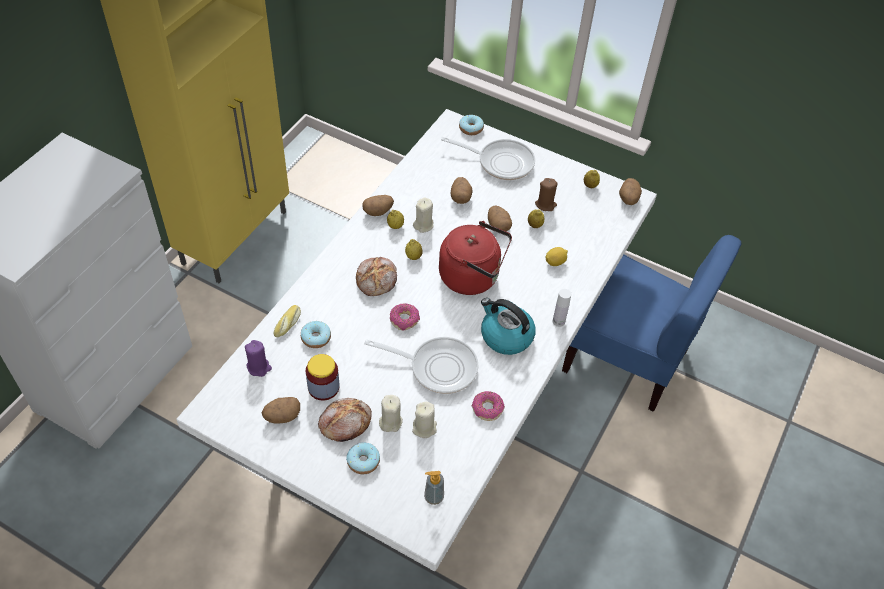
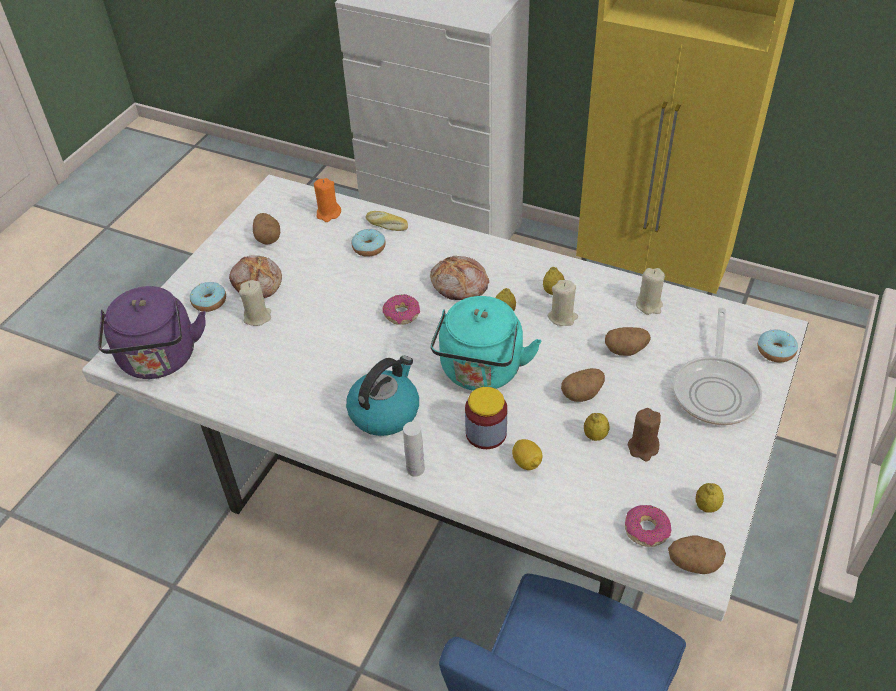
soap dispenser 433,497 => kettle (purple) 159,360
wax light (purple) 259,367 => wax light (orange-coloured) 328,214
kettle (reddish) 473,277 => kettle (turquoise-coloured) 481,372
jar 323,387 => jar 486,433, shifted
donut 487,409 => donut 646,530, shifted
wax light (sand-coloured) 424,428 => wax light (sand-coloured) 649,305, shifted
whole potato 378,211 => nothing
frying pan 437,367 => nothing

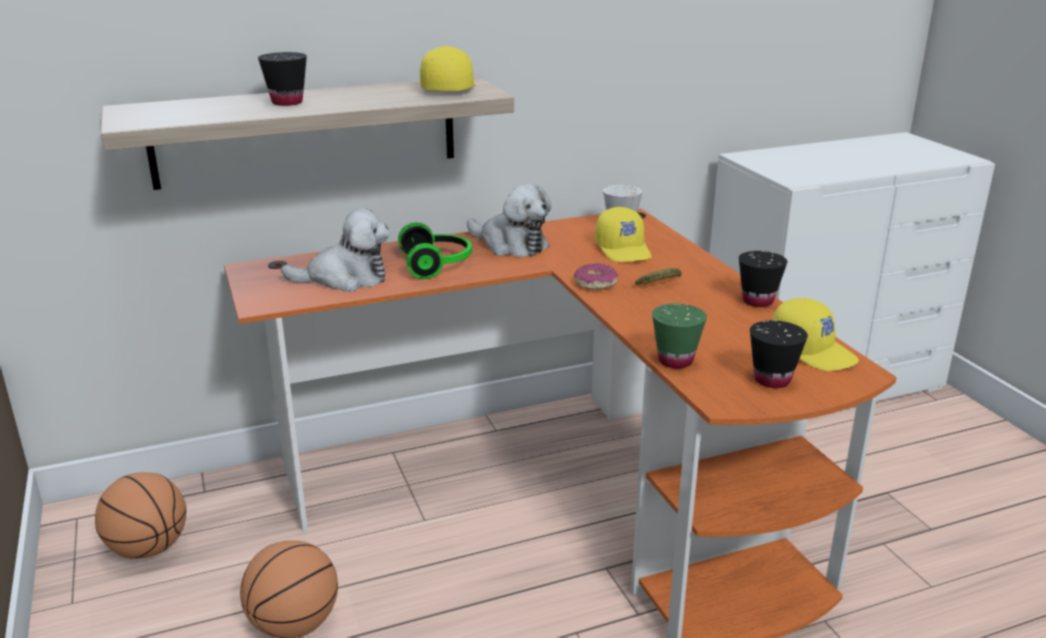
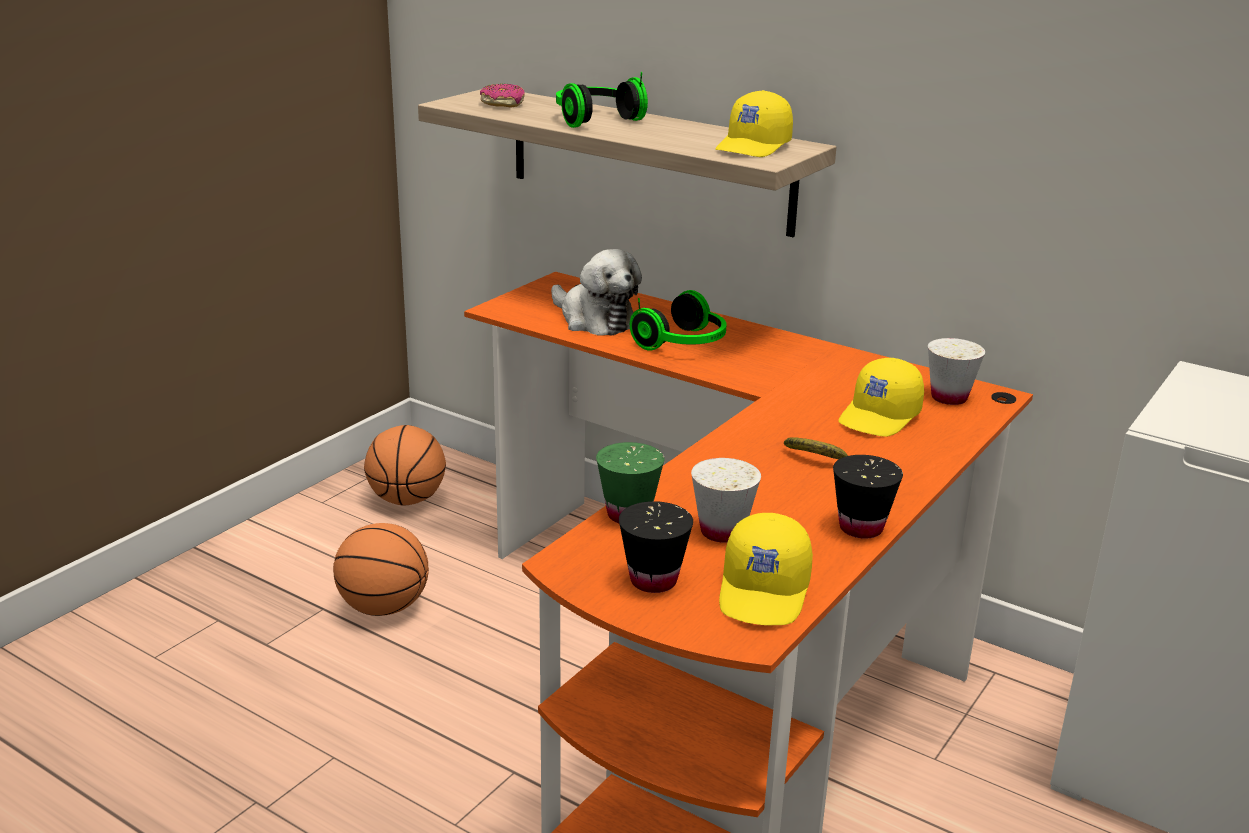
donut 595,284 => donut 503,104, shifted
drinking cup (black-coloured) 287,102 => headset 594,119
nothing => drinking cup (white) 722,532
peaked cap (yellow-coloured) 448,88 => peaked cap (yellow-coloured) 754,147, 150 degrees clockwise
soft toy 510,245 => nothing

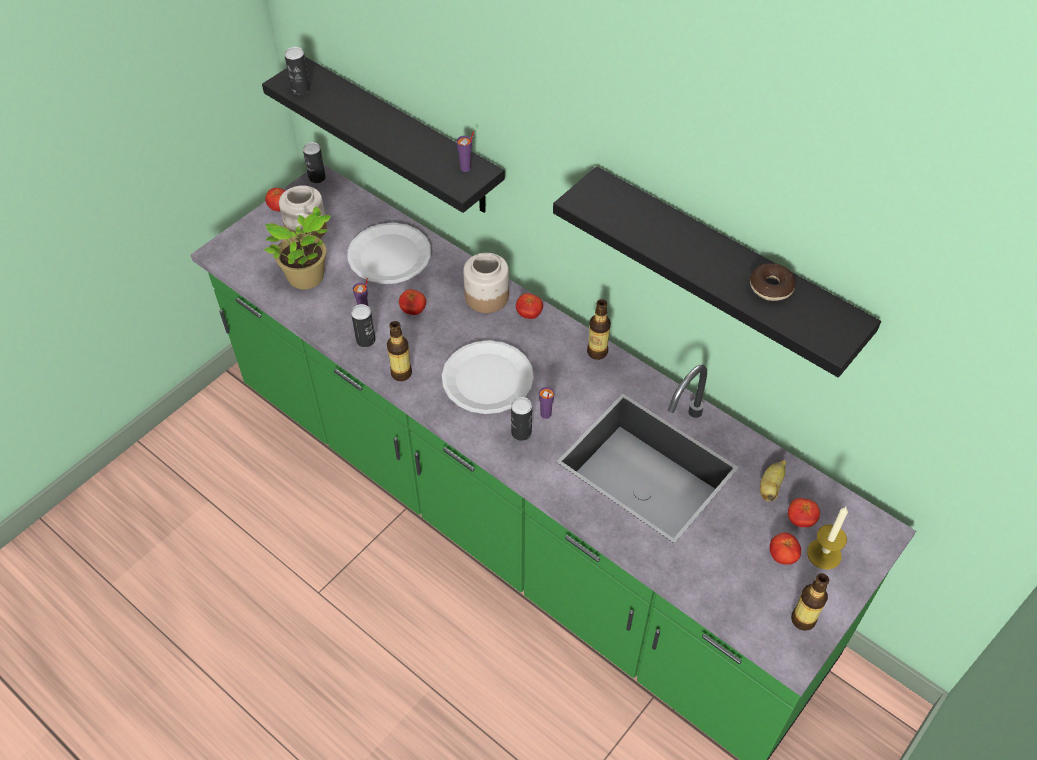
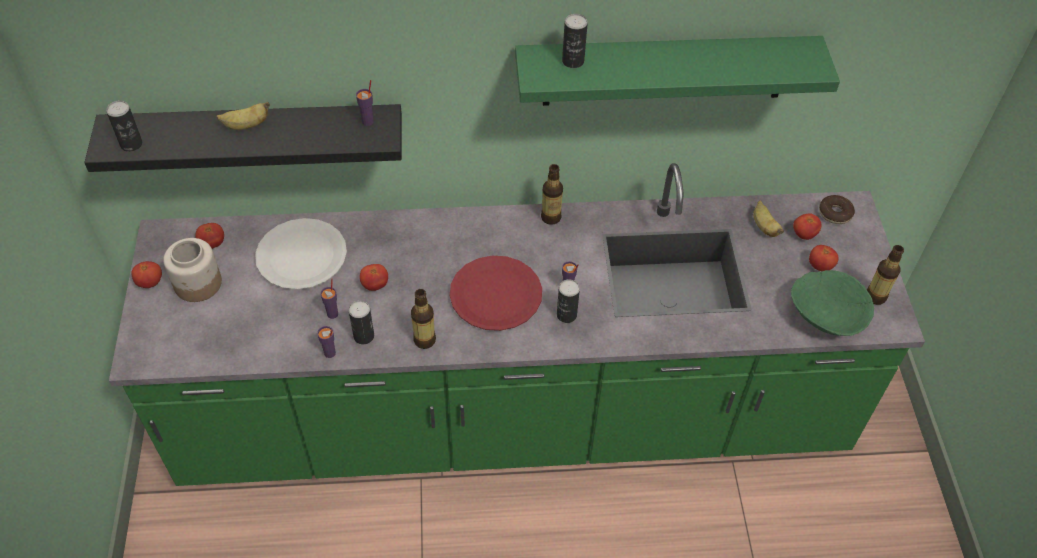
fresh tomato 529,314 => fresh tomato 212,244, shifted
nothing => whole banana 246,125
nothing => drinking cup (purple) 330,353
plate (white) 488,379 => plate (reddish) 496,294
wall shelf (black-coloured) 724,268 => wall shelf (greenish) 665,70
metal can 317,178 => metal can 573,61, shifted
nothing => bowl (greenish) 825,316
donut 771,287 => donut 835,213, shifted
plant in a pot 307,278 => nothing
jar 486,297 => nothing
wax light 824,554 => nothing

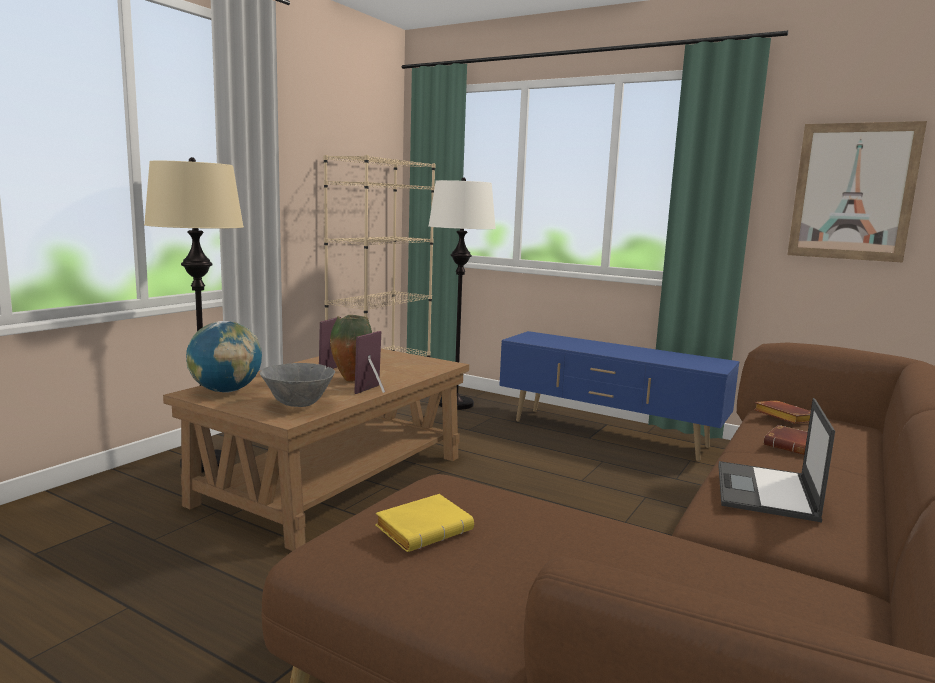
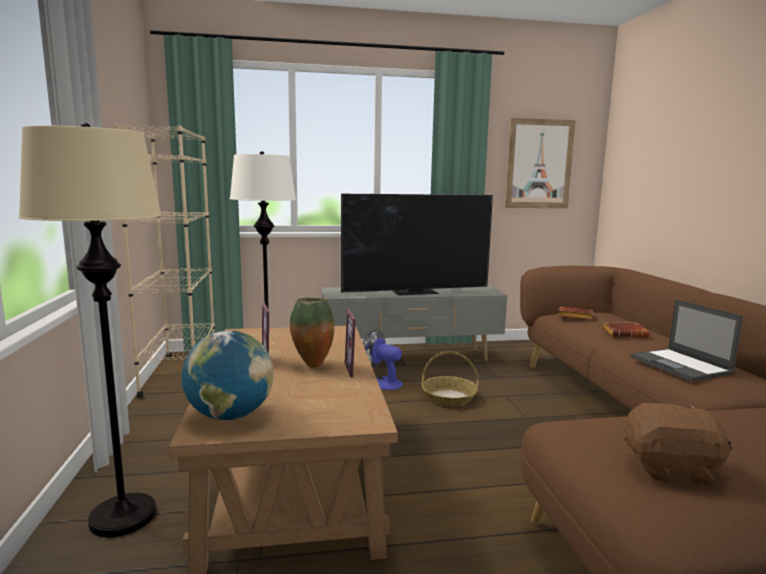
tv stand (bluish) 608,434 => tv stand (greyish) 411,358
nothing => television 416,292
nothing => cooling fan 382,382
nothing => basket 449,397
volume (yellow-coloured) 425,529 => soft toy (brown) 670,469
bowl (greyish) 298,405 => nothing

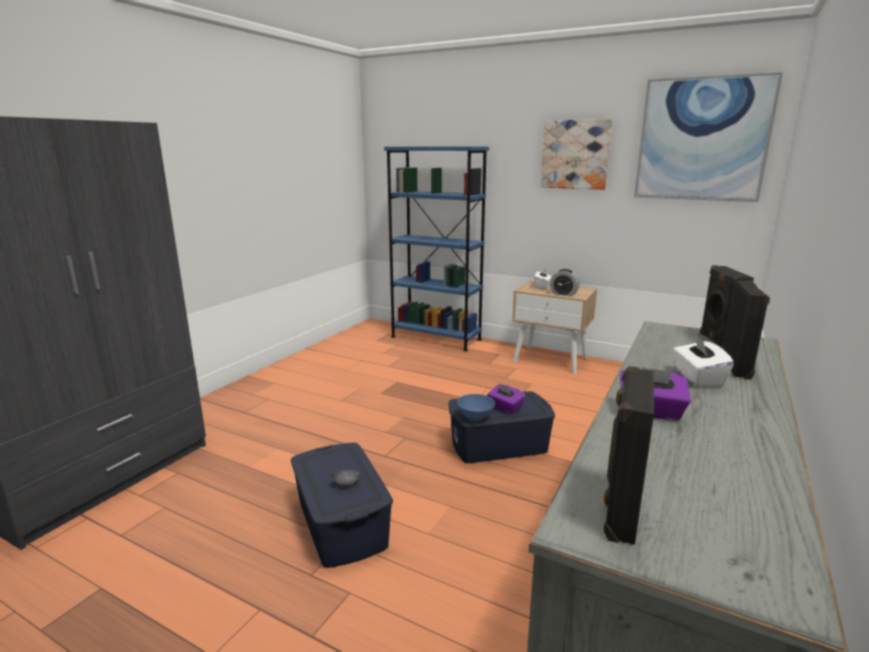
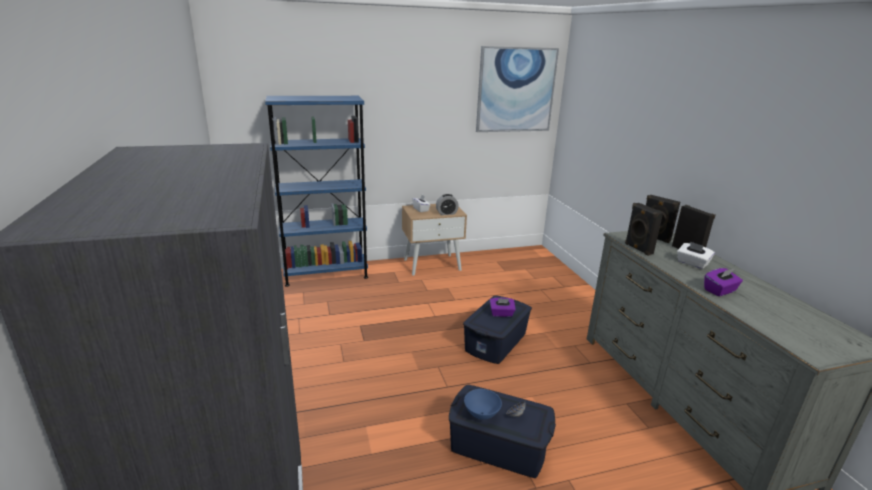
bowl (bluish) 475,418 => bowl (bluish) 481,415, shifted
loudspeaker (black-coloured) 619,510 => loudspeaker (black-coloured) 638,249, shifted
picture 575,154 => nothing

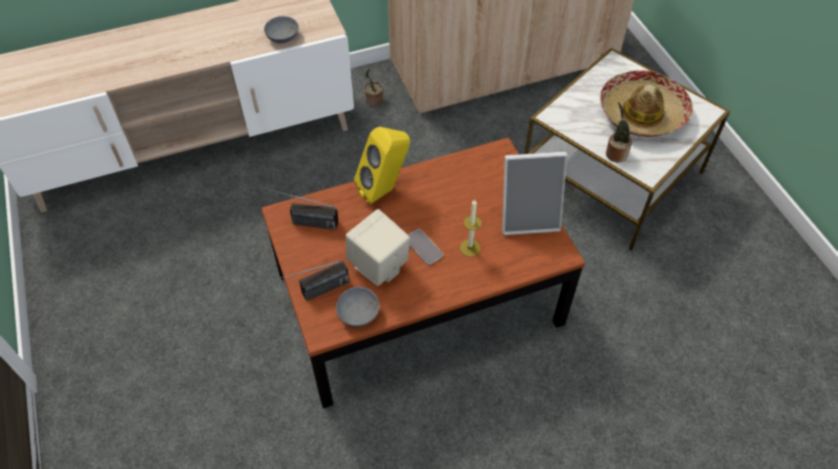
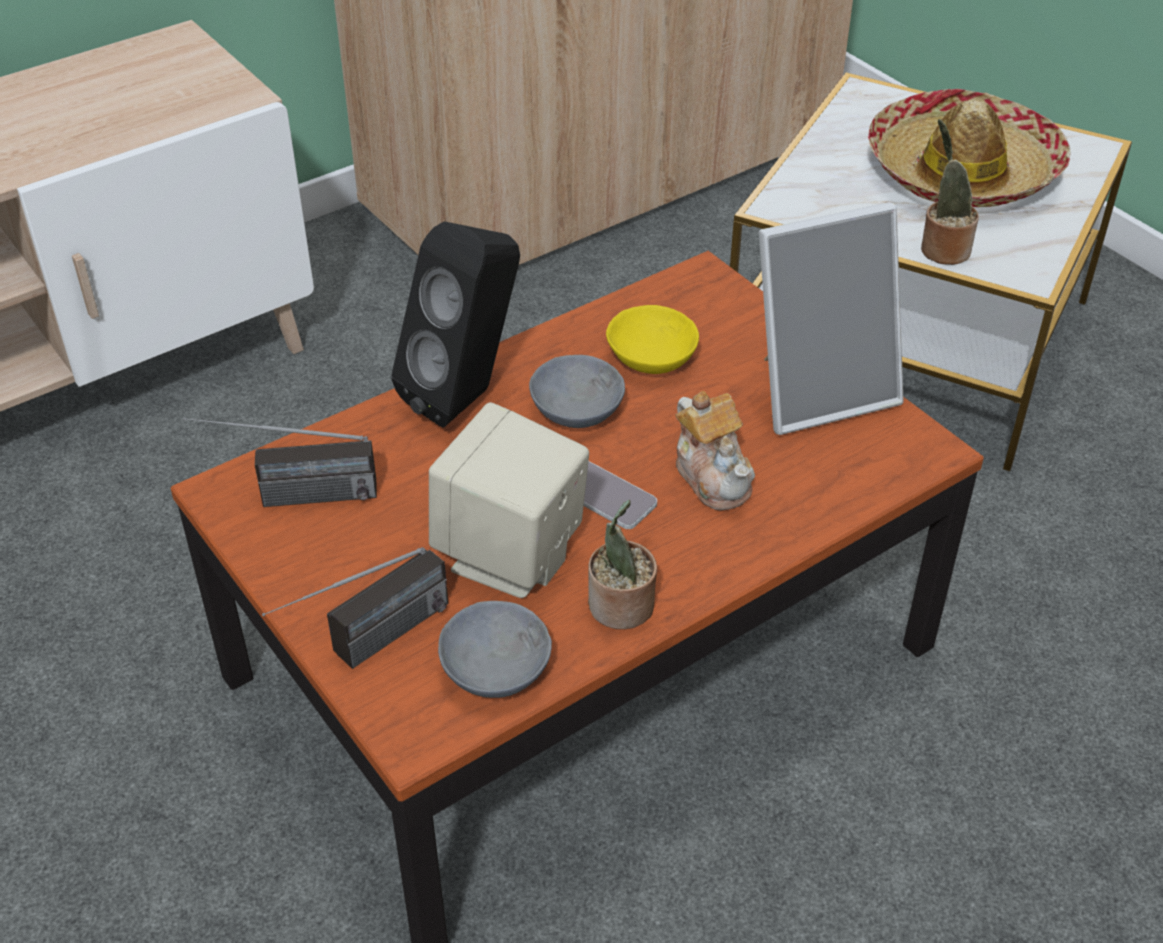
loudspeaker (yellow-coloured) 385,190 => loudspeaker (black-coloured) 467,396
bowl (greyish) 281,36 => bowl (greyish) 573,409, shifted
plant in a pot 373,100 => plant in a pot 621,608, shifted
nothing => bowl (yellow-coloured) 648,357
wax light 470,248 => teapot 713,476

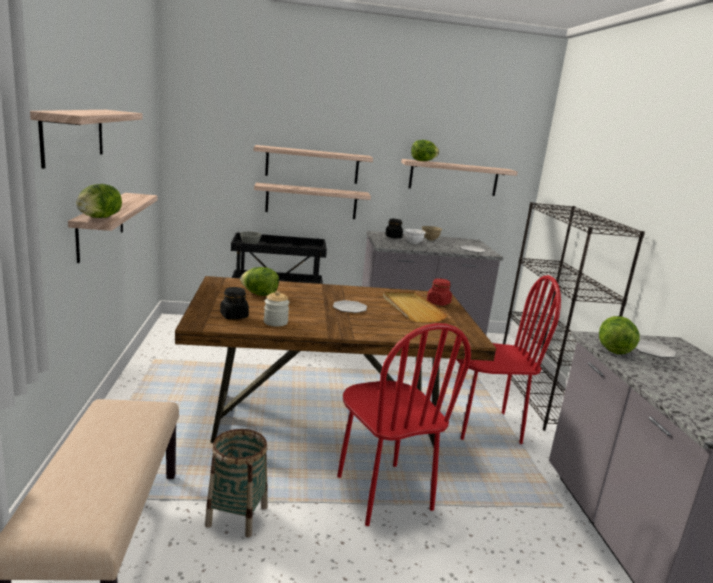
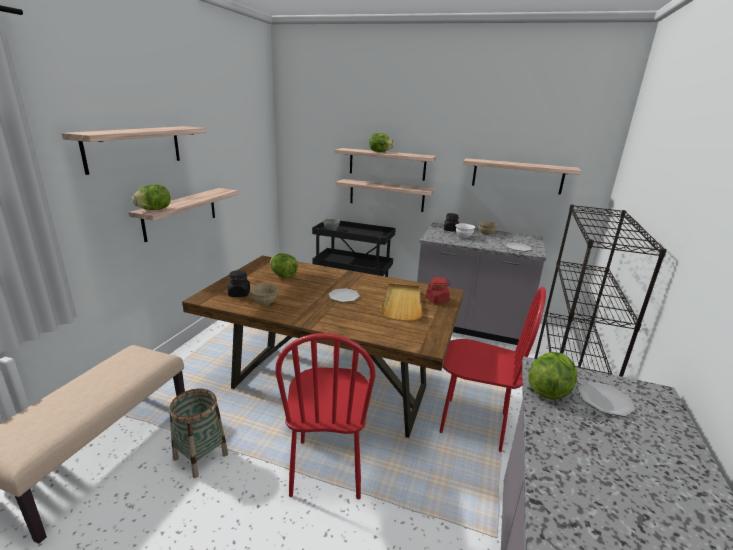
jar 275,322 => bowl (sand-coloured) 264,303
head of lettuce 423,161 => head of lettuce 380,152, shifted

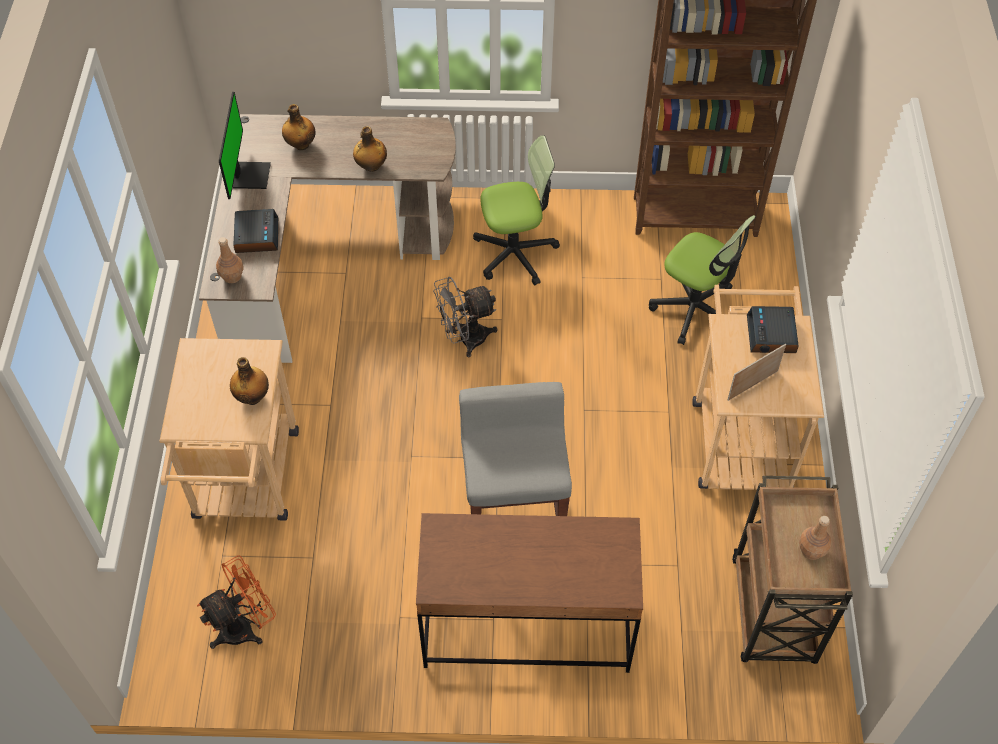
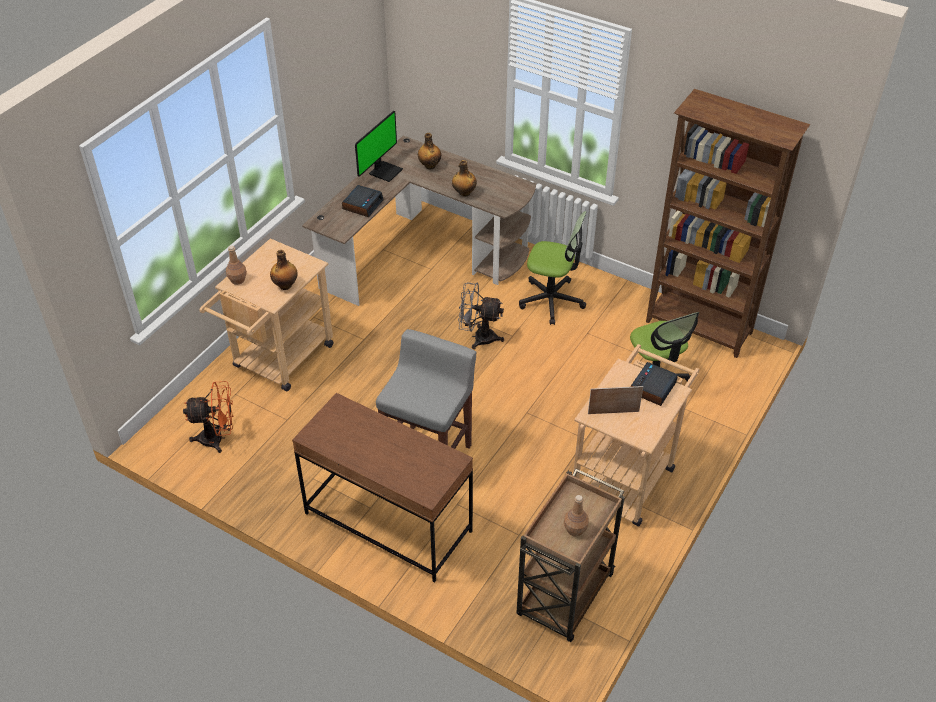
beverage bottle (brown) 232,276 => beverage bottle (brown) 237,280, shifted

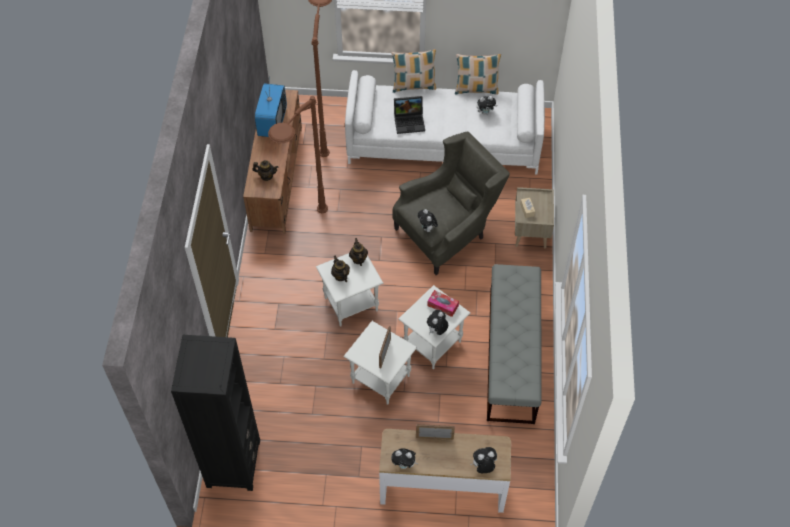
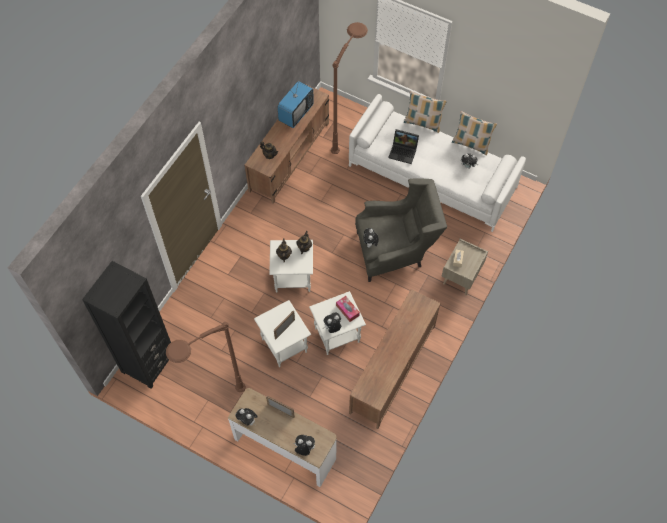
standard lamp (brown) 303,234 => standard lamp (brown) 212,405, shifted
bench (greyish) 511,354 => tv stand (brown) 392,369

